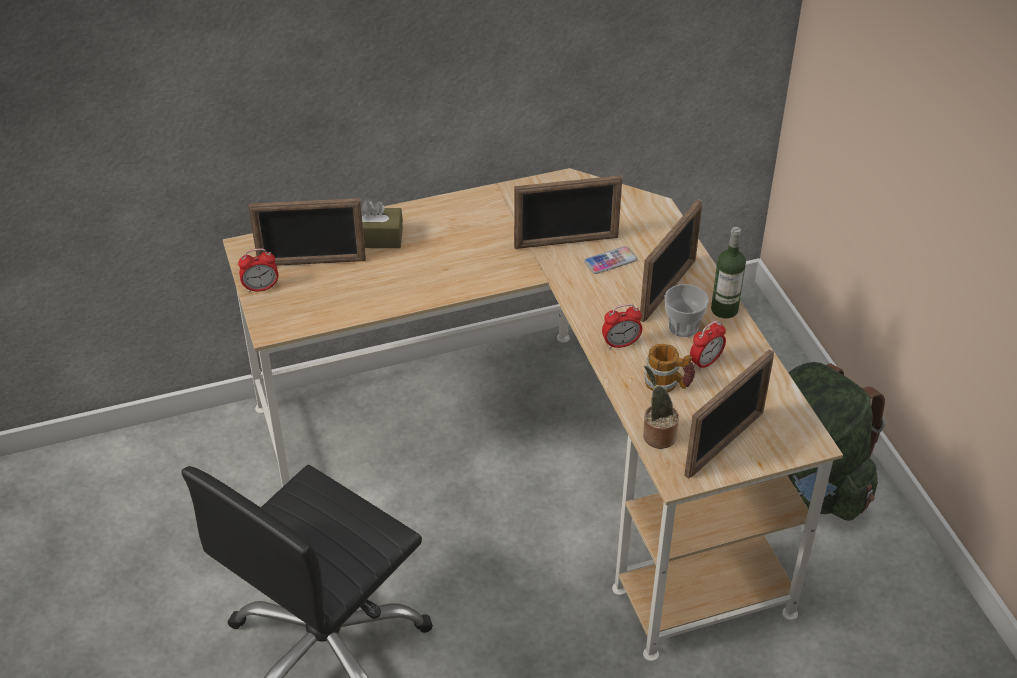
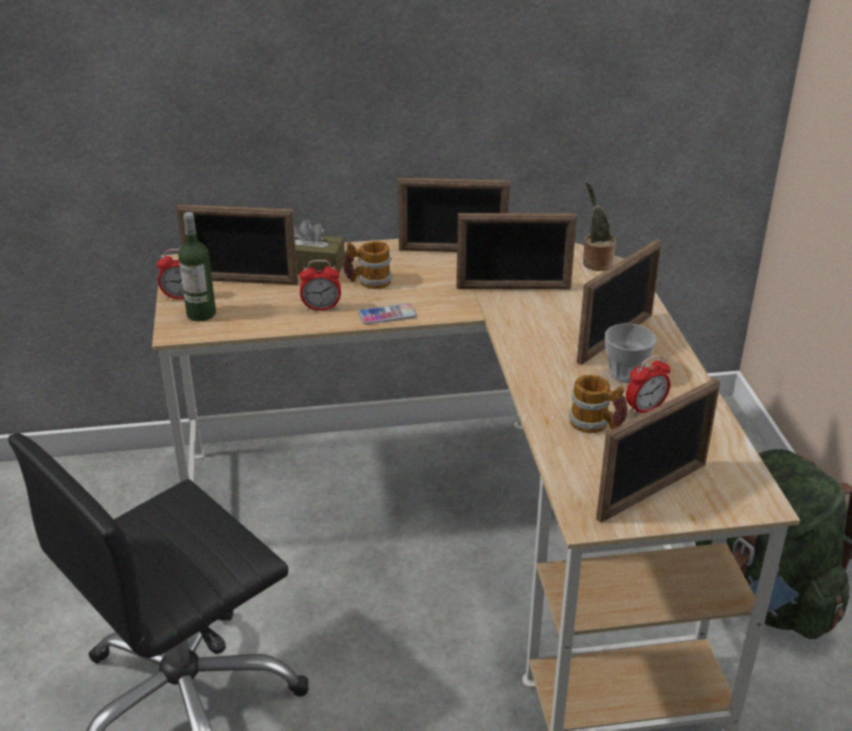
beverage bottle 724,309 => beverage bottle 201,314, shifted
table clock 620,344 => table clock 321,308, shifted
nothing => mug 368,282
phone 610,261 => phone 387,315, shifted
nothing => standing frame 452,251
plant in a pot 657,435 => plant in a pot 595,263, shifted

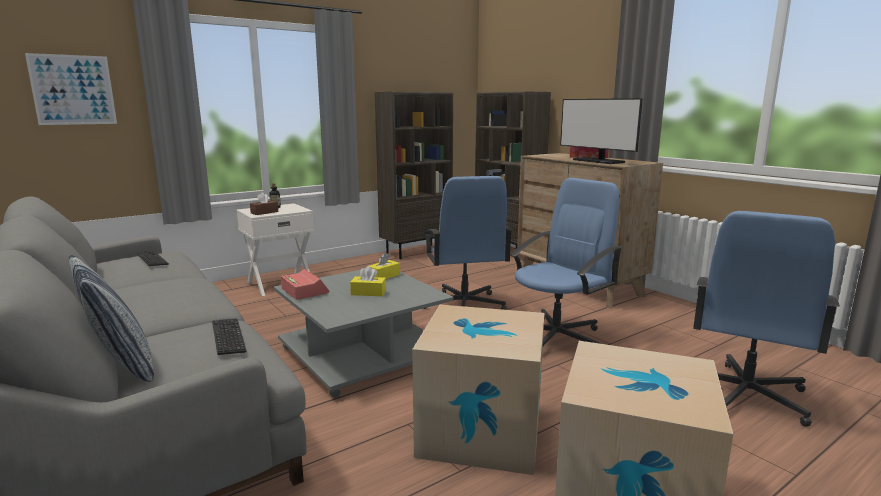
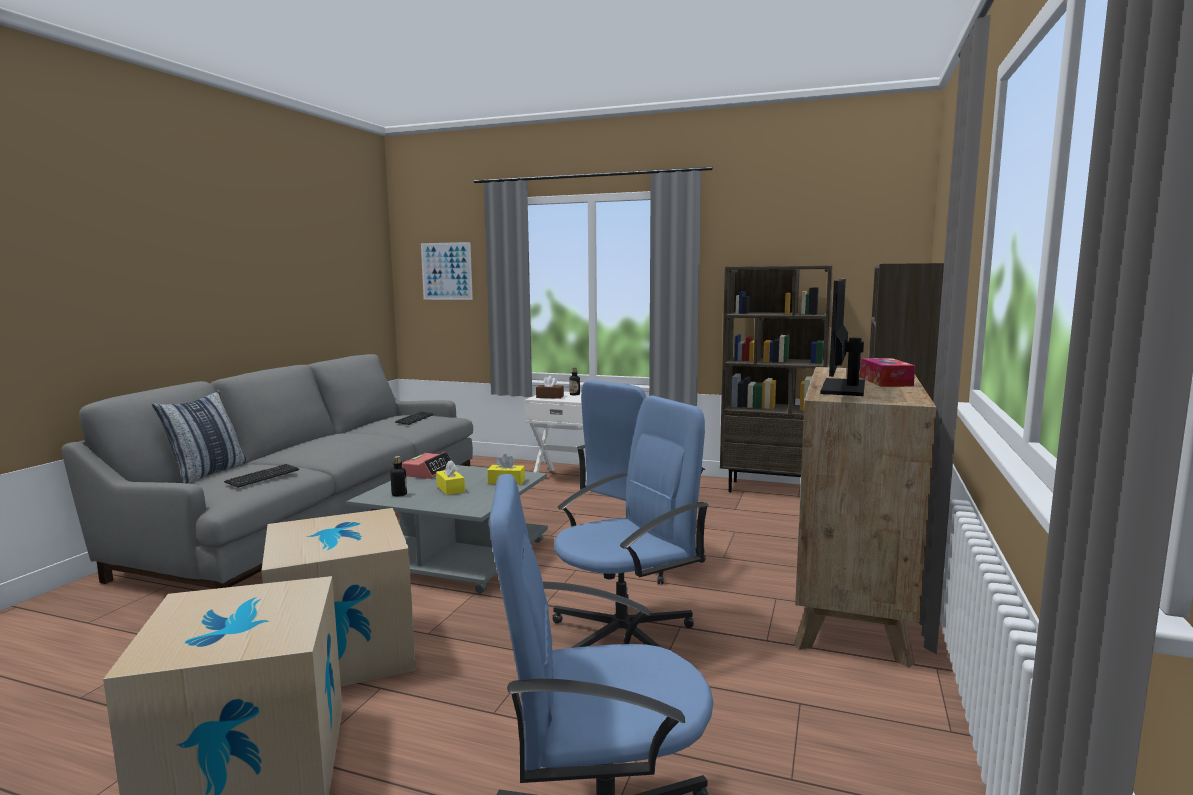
nothing => beverage bottle 399,494
computer chair (bluish) 557,337 => computer chair (bluish) 624,635, 45 degrees counterclockwise

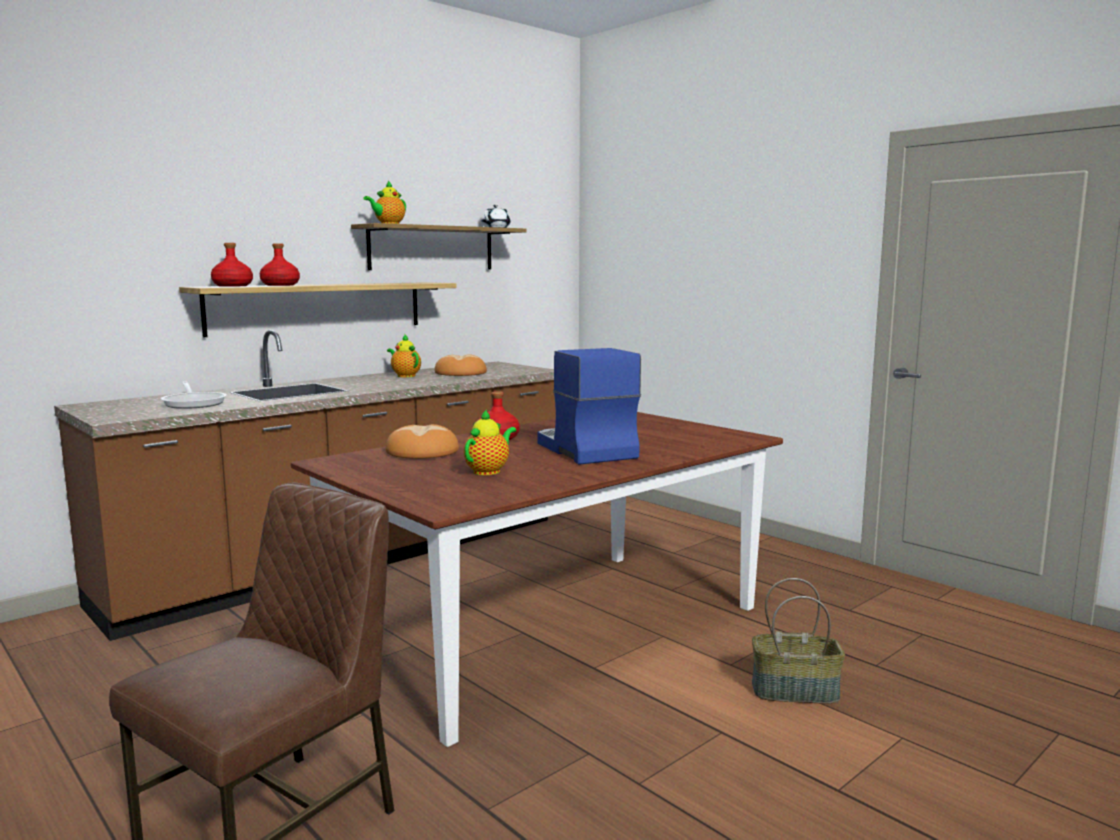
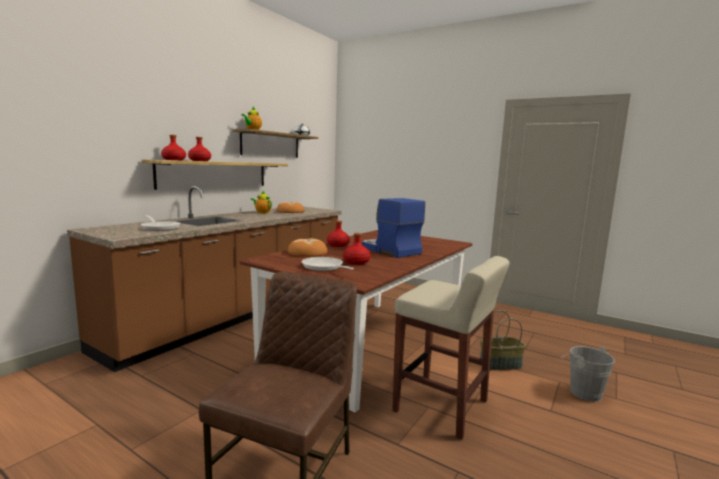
nothing => frying pan 324,267
teapot 489,471 => beverage bottle (reddish) 356,262
nothing => stool seat (sand-coloured) 442,406
nothing => bucket (greyish) 582,391

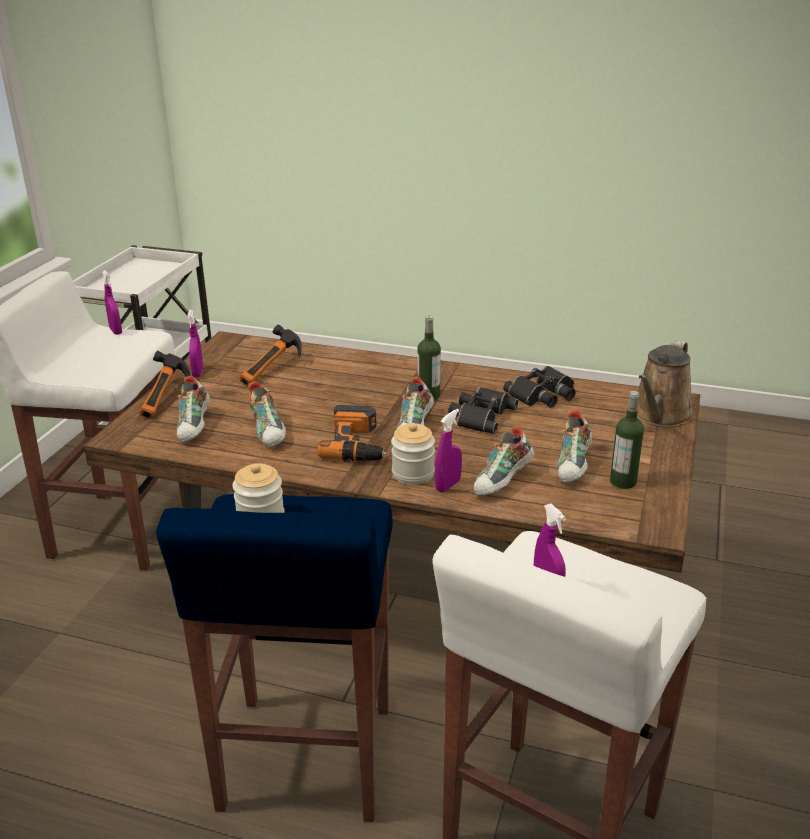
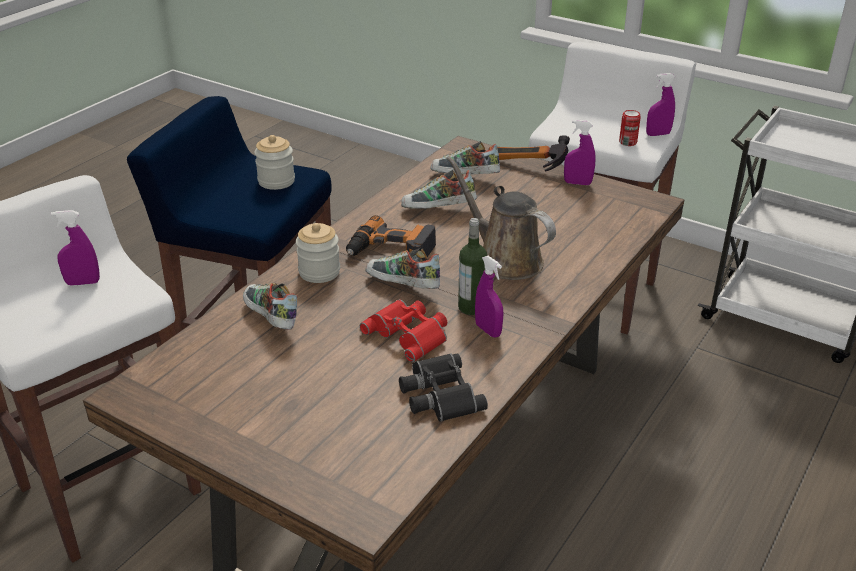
field glasses (black-coloured) 480,415 => field glasses (reddish) 409,334
watering can (brown) 659,415 => watering can (brown) 505,259, shifted
sprayer (purple) 448,485 => sprayer (purple) 488,330, shifted
nothing => metal can 627,142
hand hammer 274,371 => nothing
shoe 574,466 => nothing
beverage bottle 623,482 => nothing

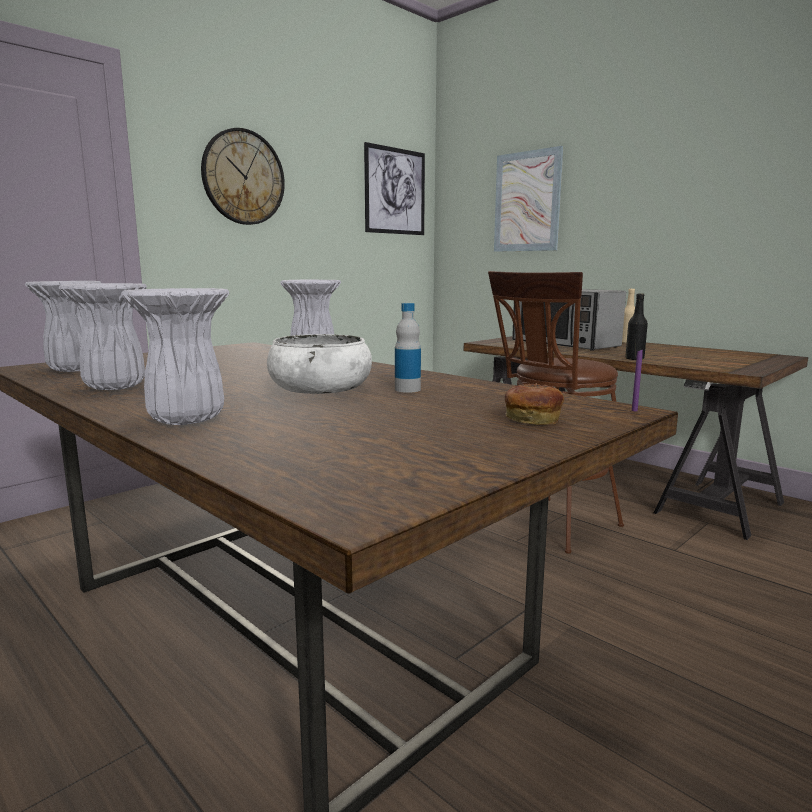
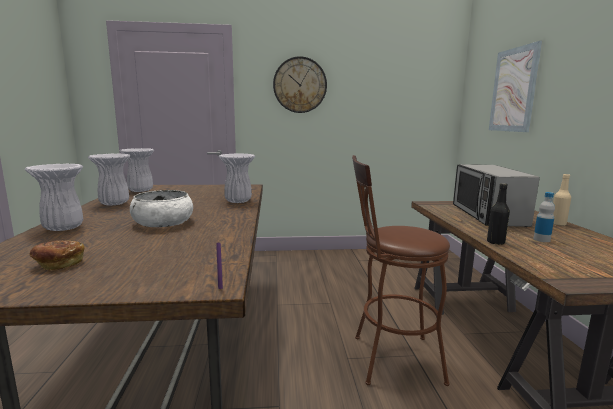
bread 531,419 => bread 58,264, shifted
beverage bottle 407,389 => beverage bottle 541,239, shifted
picture 395,191 => nothing

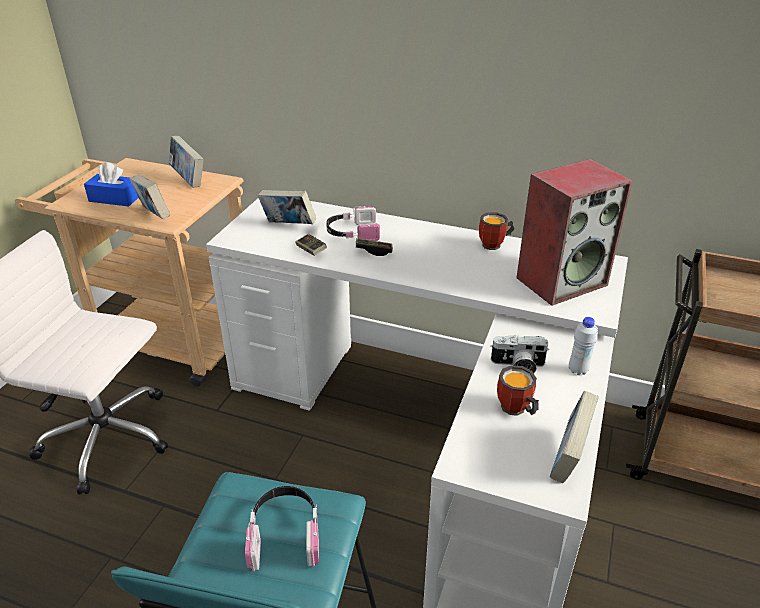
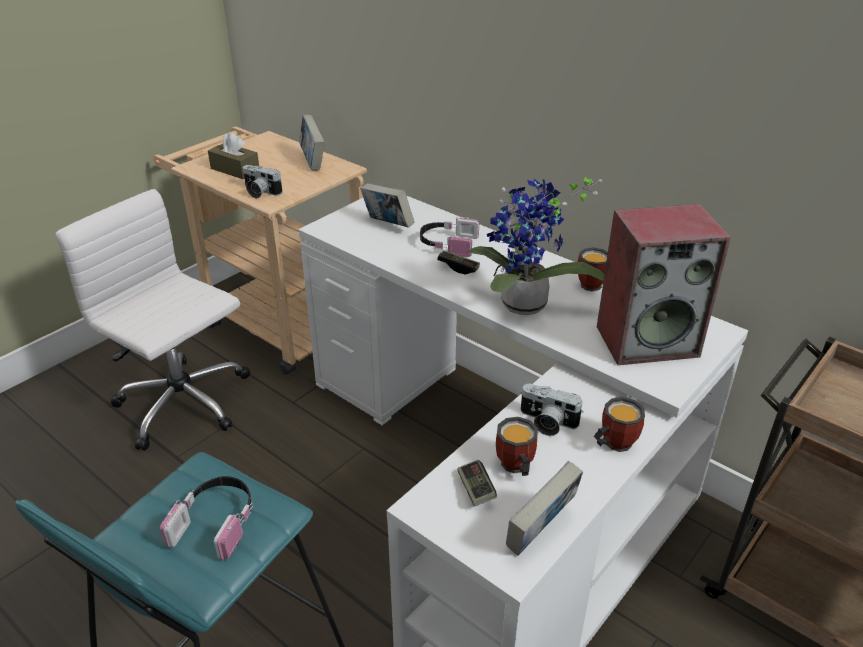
box of tissues (bluish) 115,198 => box of tissues (brown) 235,169
volume 154,216 => still camera 260,192
joypad 311,250 => joypad 475,489, shifted
nothing => plant in a pot 523,308
beverage bottle (white) 578,370 => mug 612,443

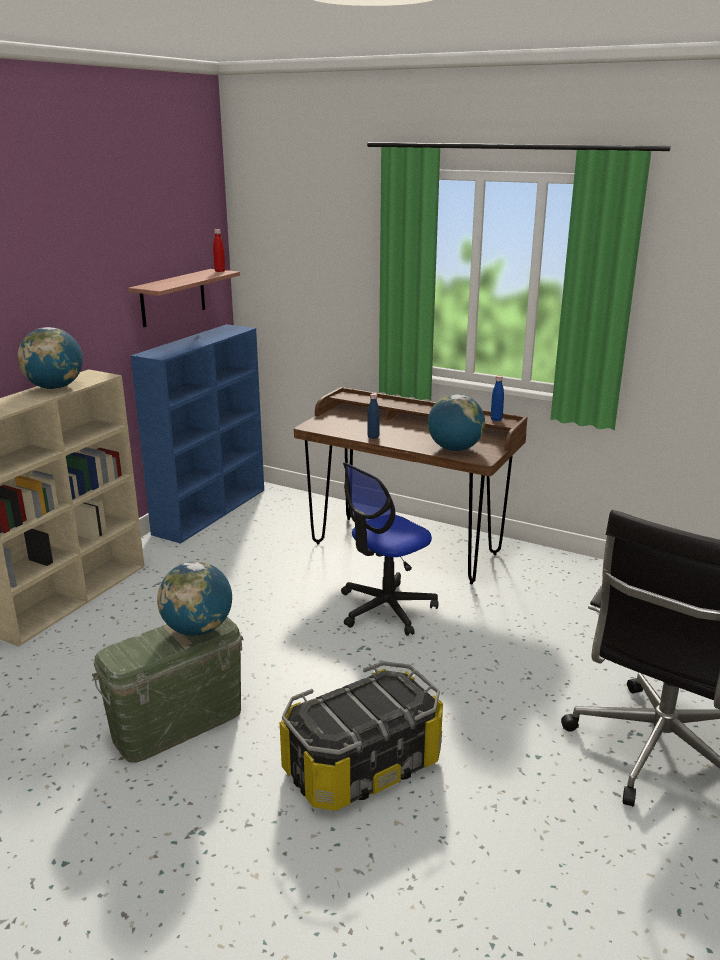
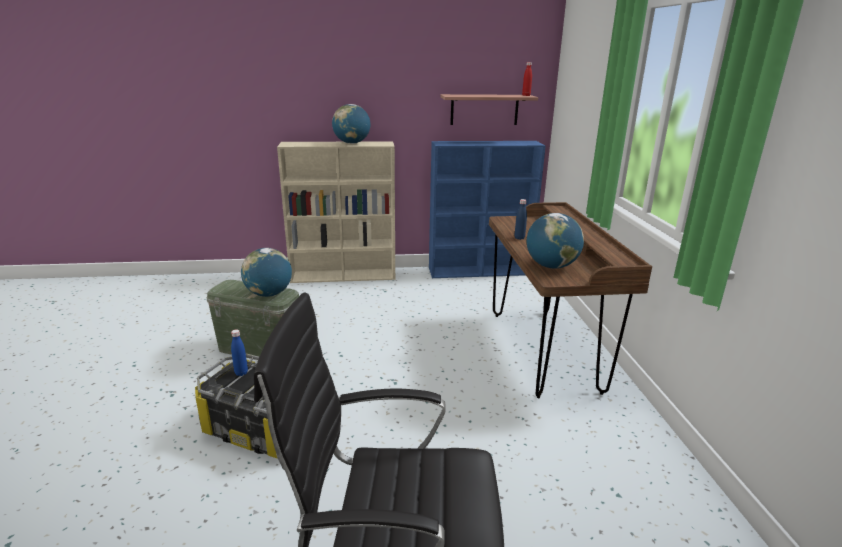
beverage bottle (bluish) 496,419 => beverage bottle (bluish) 241,373, shifted
computer chair 386,608 => nothing

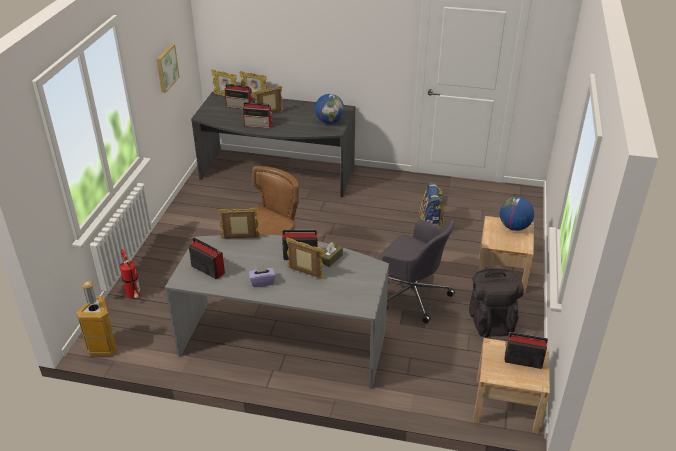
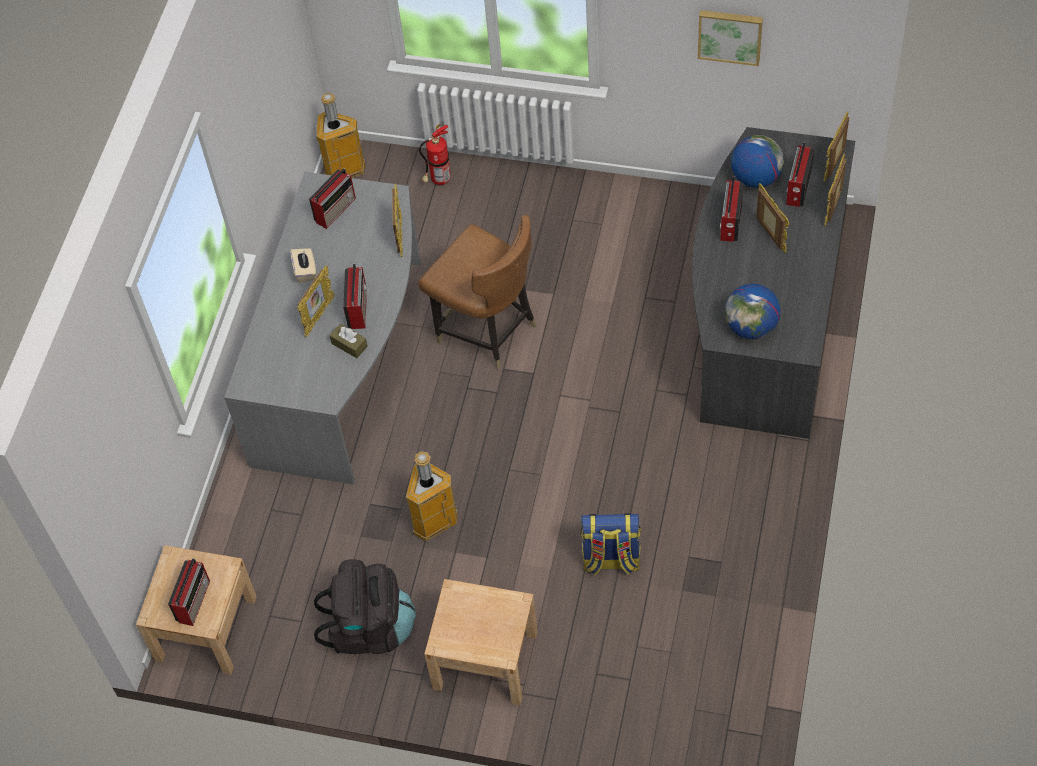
box of tissues (purple) 262,282 => box of tissues (sand-coloured) 305,271
computer chair (greyish) 411,295 => trash can 433,522
globe 514,227 => globe 756,177, shifted

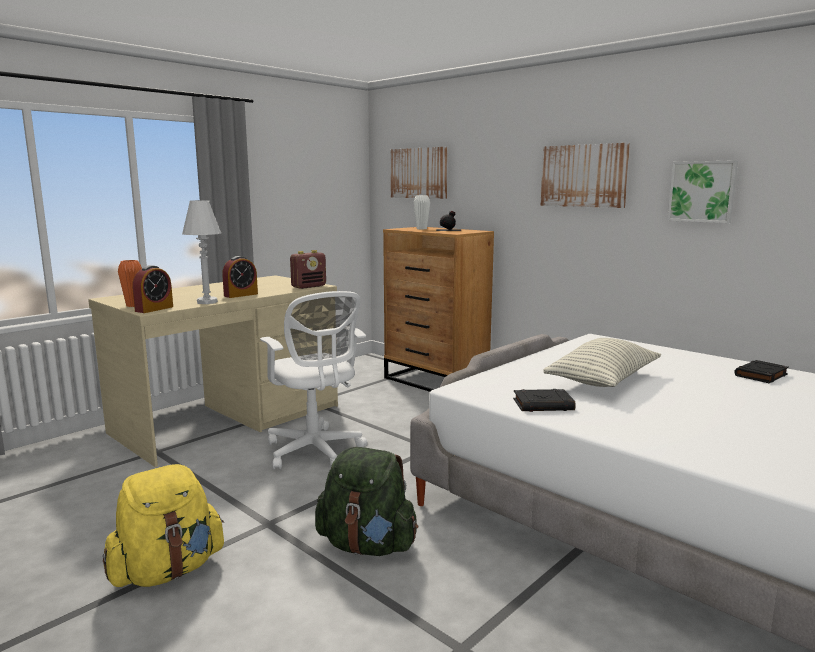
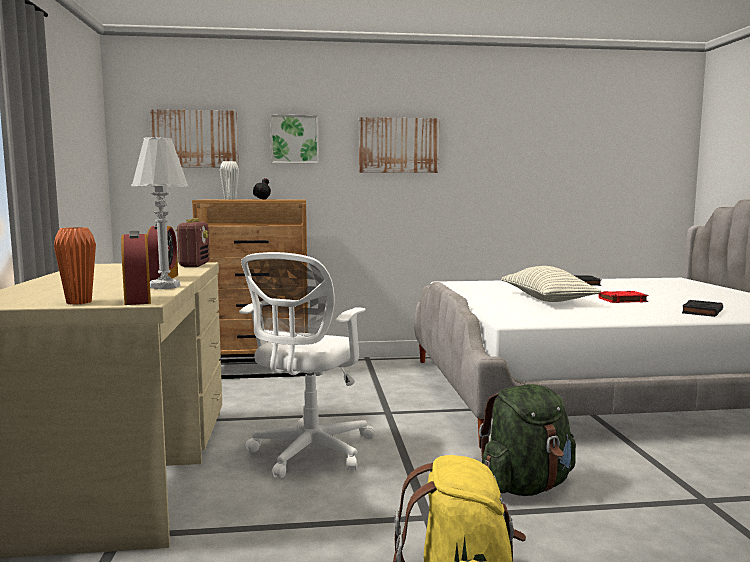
computer chair (white) 315,452 => computer chair (white) 308,453, 105 degrees clockwise
picture 702,191 => picture 294,139, shifted
nothing => volume (reddish) 622,300
volume (black-coloured) 543,405 => volume (black-coloured) 702,312, shifted

